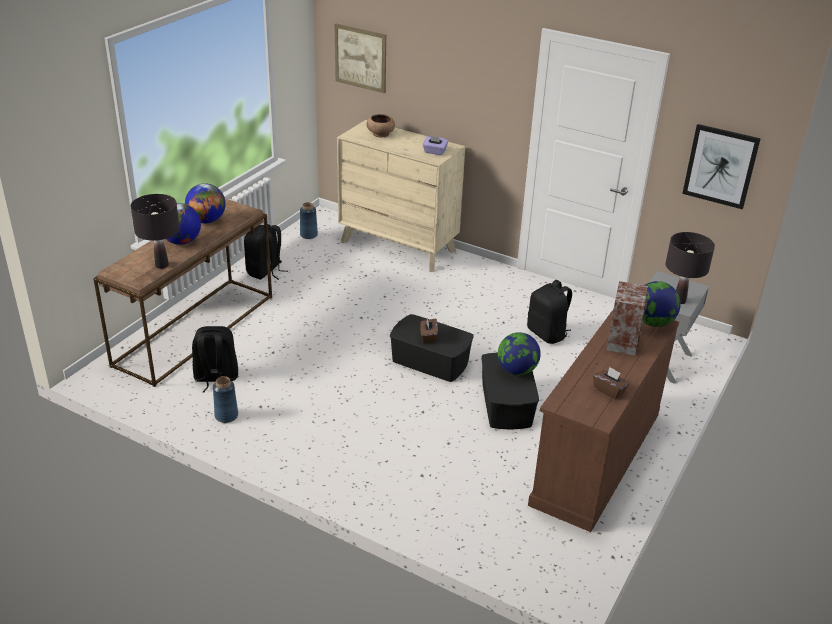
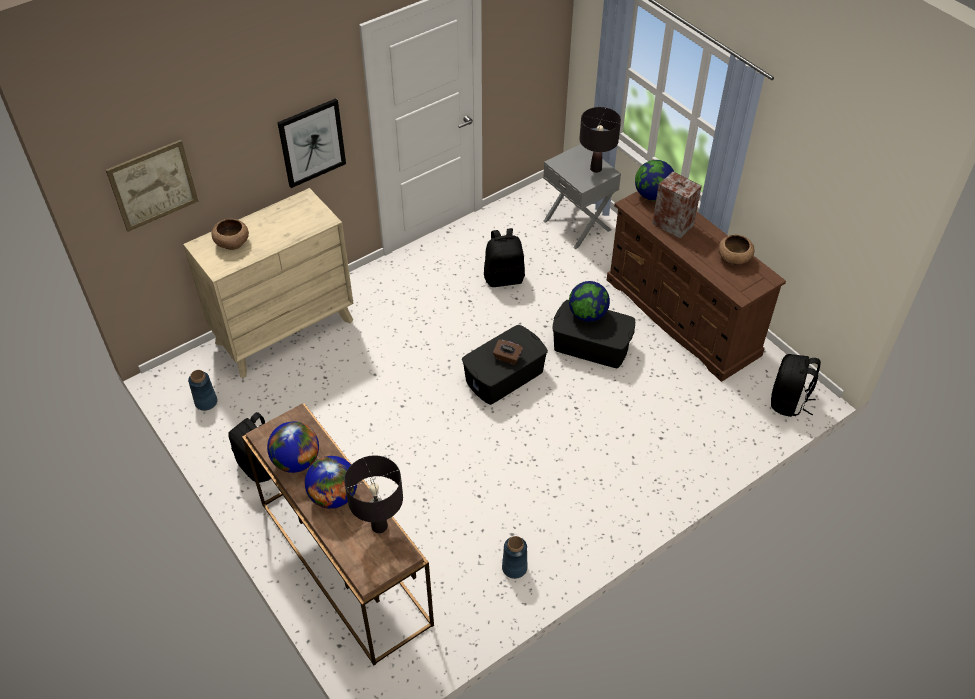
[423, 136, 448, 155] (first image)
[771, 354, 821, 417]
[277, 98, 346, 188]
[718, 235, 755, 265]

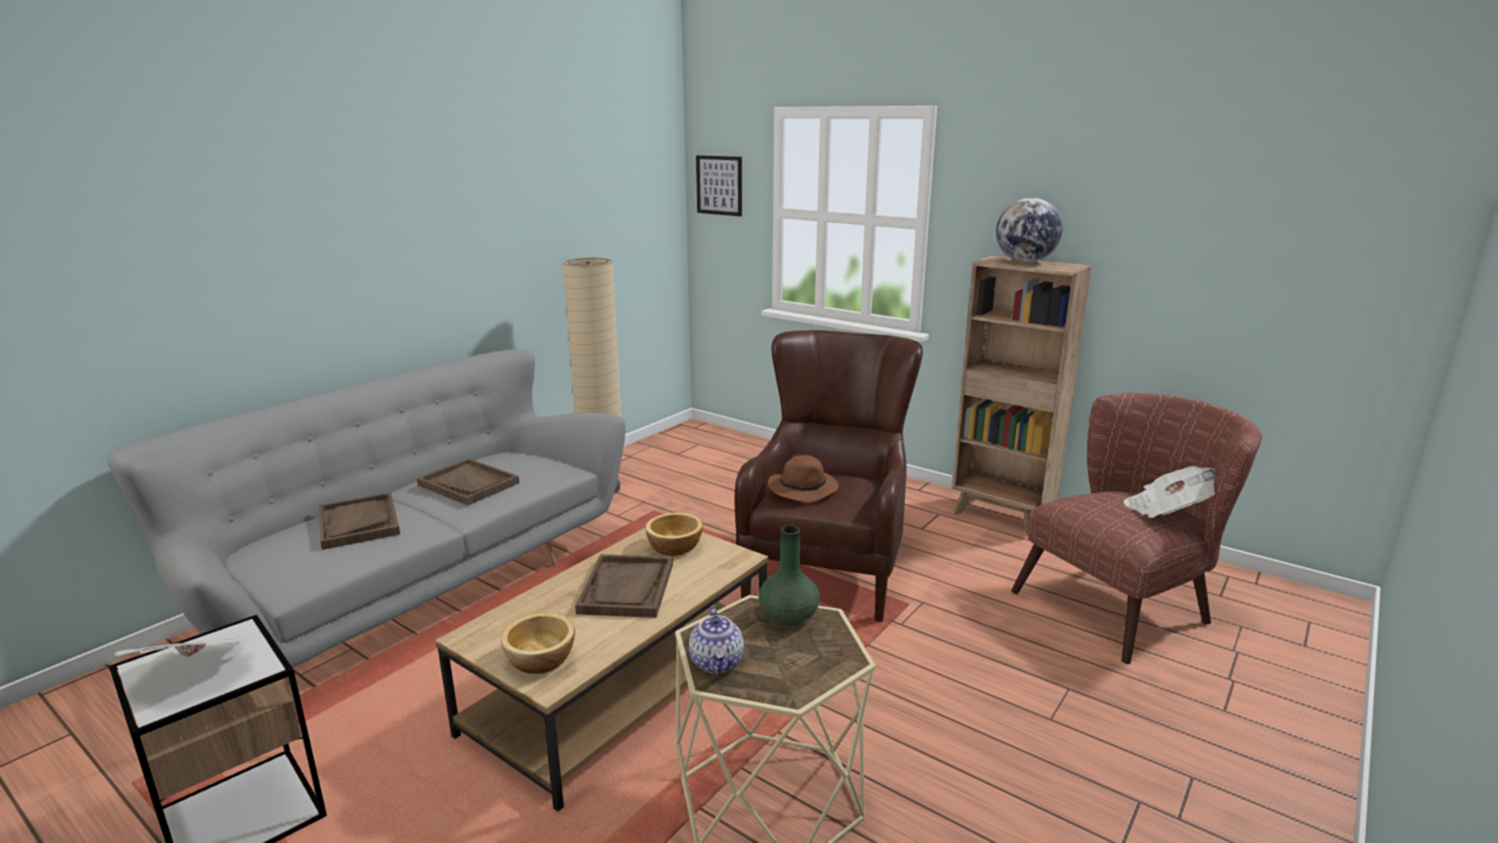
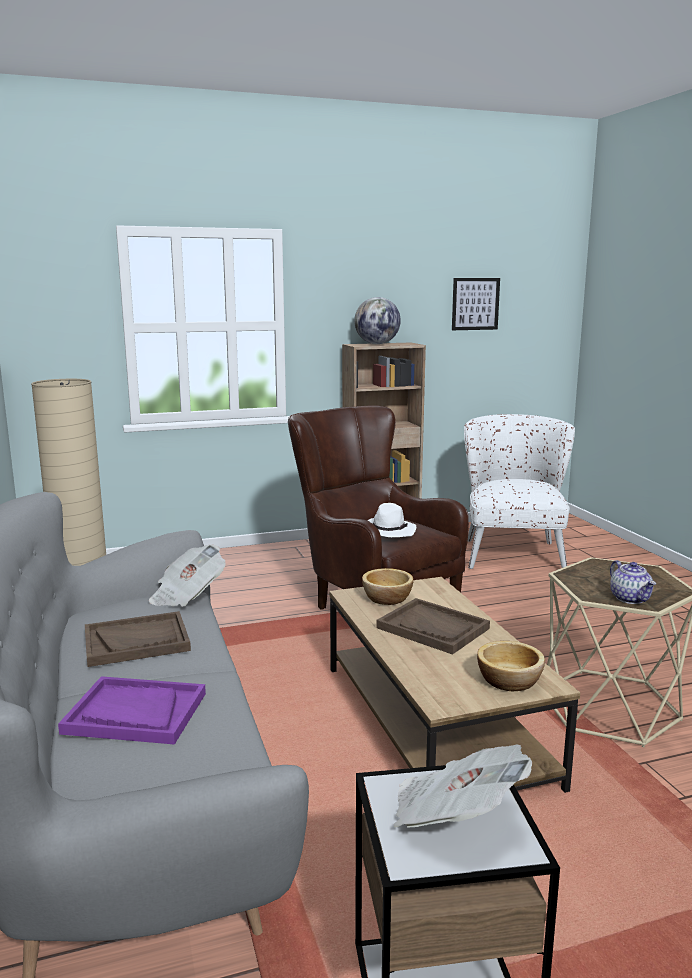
[759, 525, 820, 626] (first image)
[452, 278, 500, 330]
[149, 545, 226, 607]
[58, 676, 206, 745]
[368, 503, 416, 537]
[464, 414, 575, 569]
[610, 560, 656, 604]

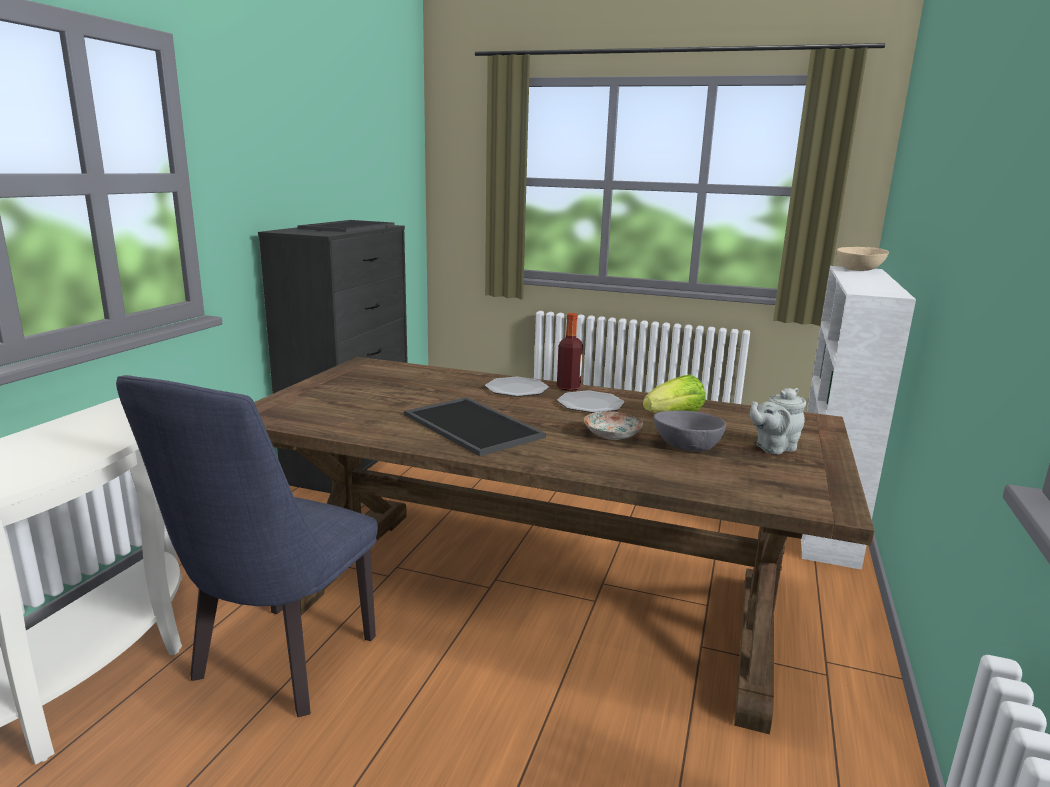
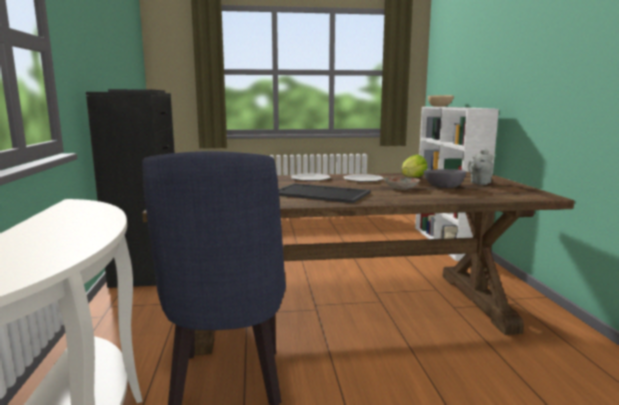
[557, 313, 583, 391] (first image)

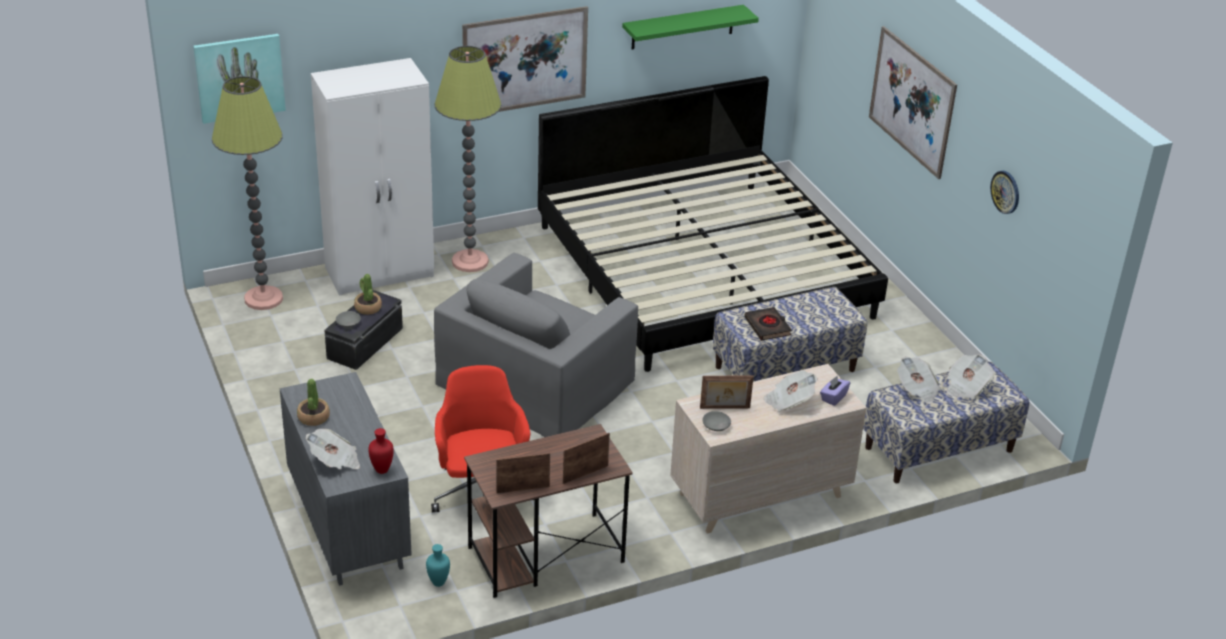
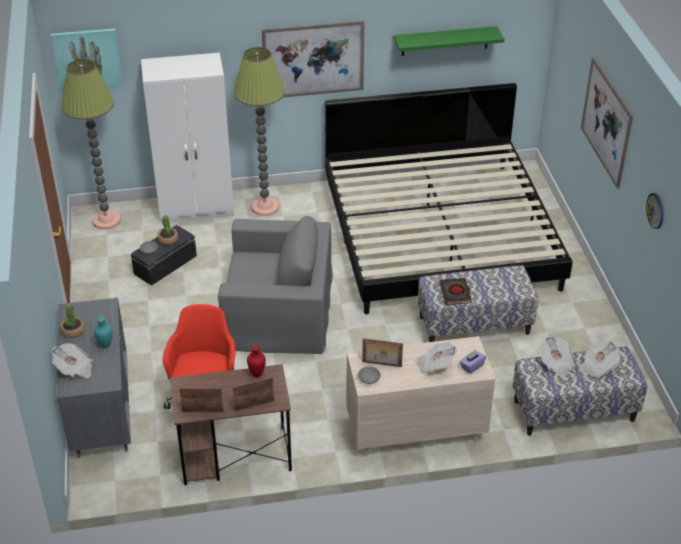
[247, 345, 266, 377]
[94, 316, 113, 349]
[218, 216, 333, 354]

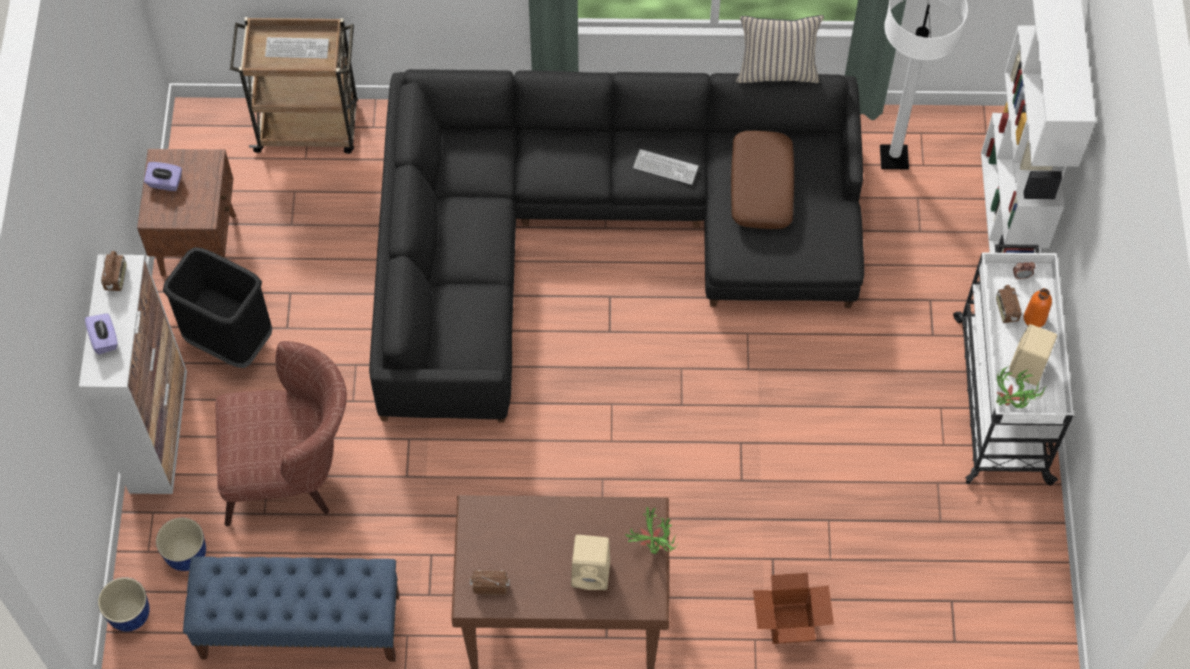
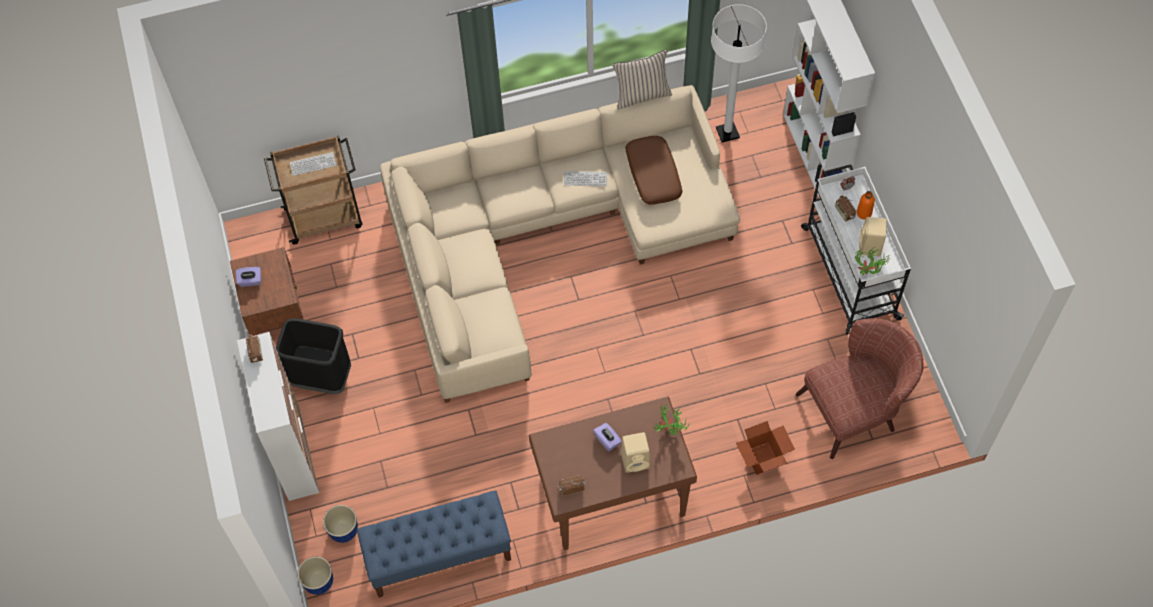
[593, 423, 622, 452]
[796, 318, 924, 459]
[380, 85, 740, 403]

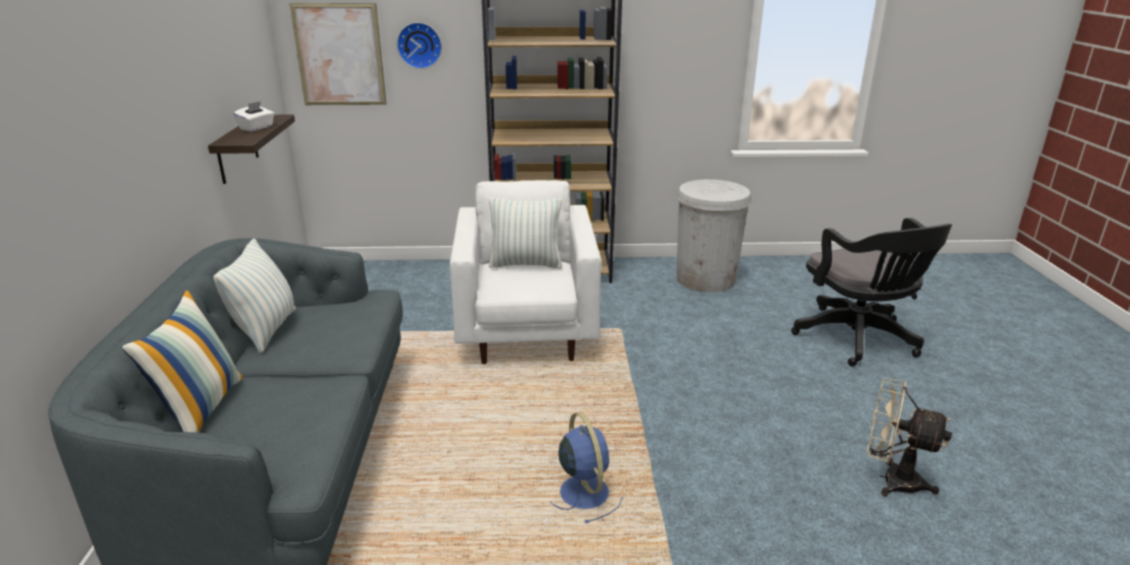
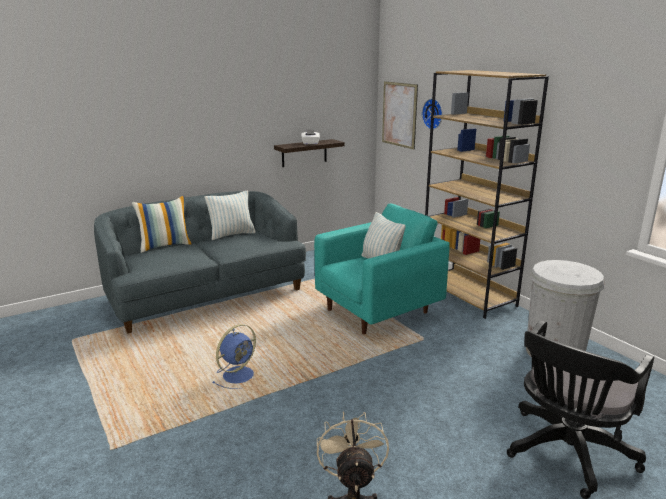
[314, 204, 450, 334]

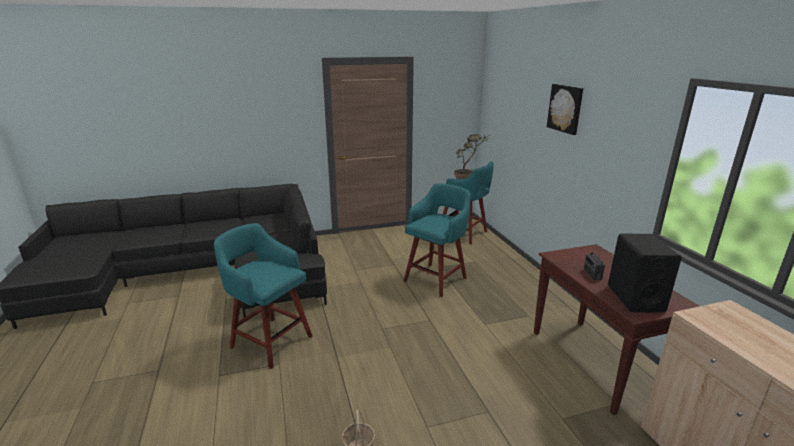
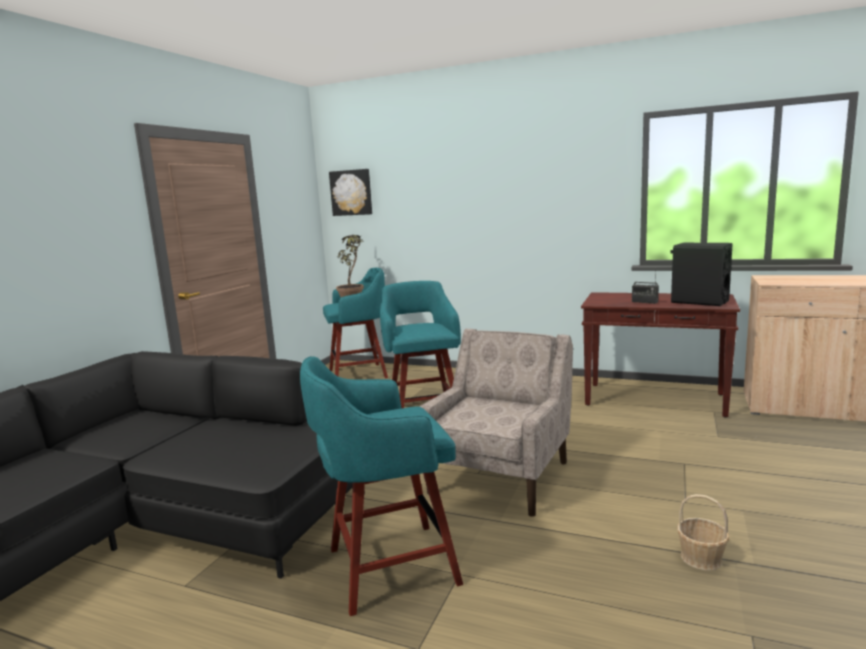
[420, 329, 573, 517]
[329, 169, 372, 216]

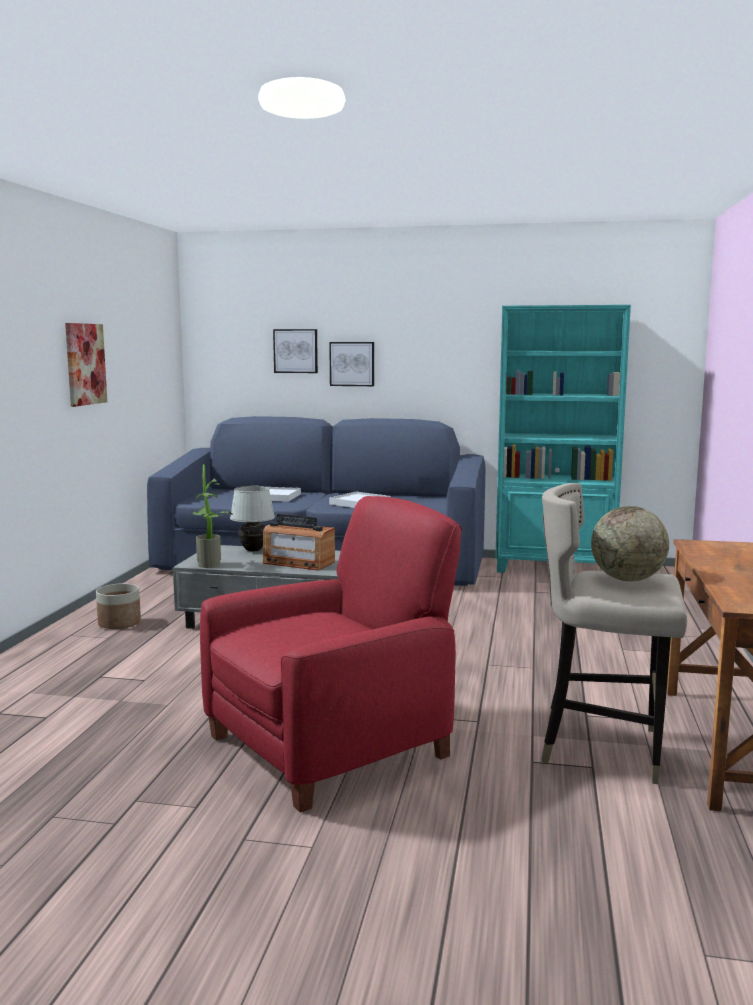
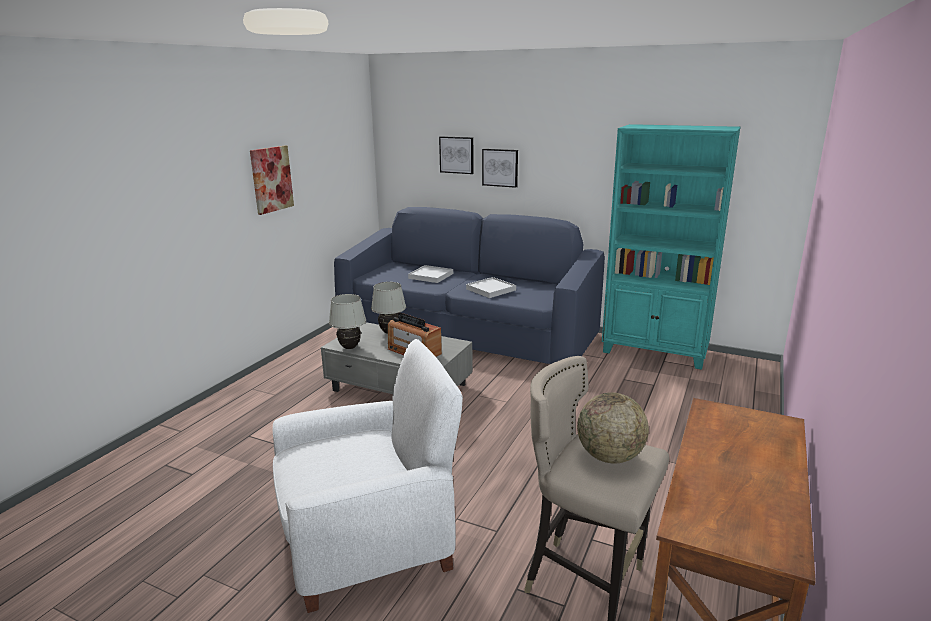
[96, 583, 141, 629] (first image)
[329, 294, 366, 349]
[273, 339, 463, 613]

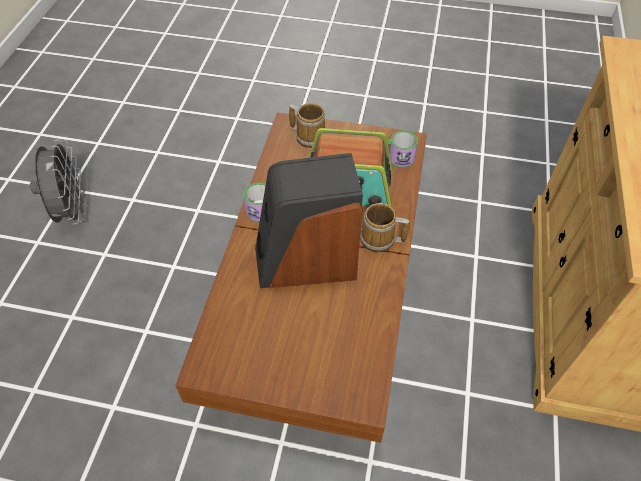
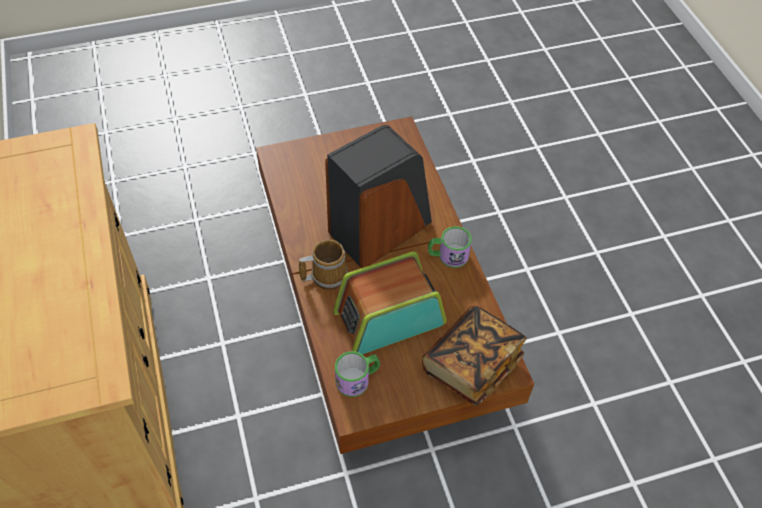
[30, 140, 86, 225] (first image)
[422, 306, 526, 406]

